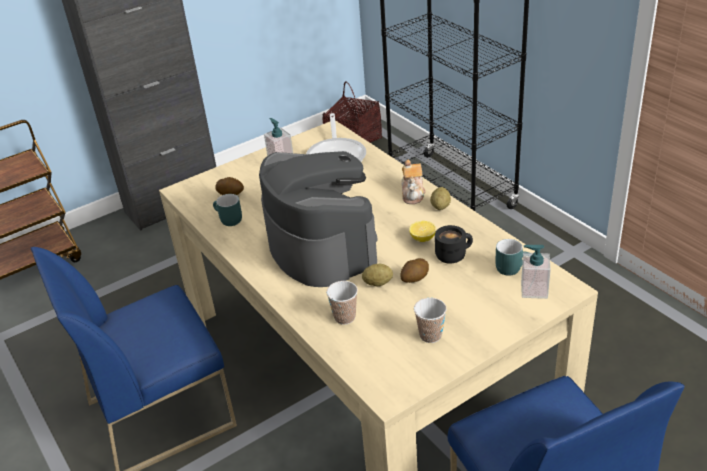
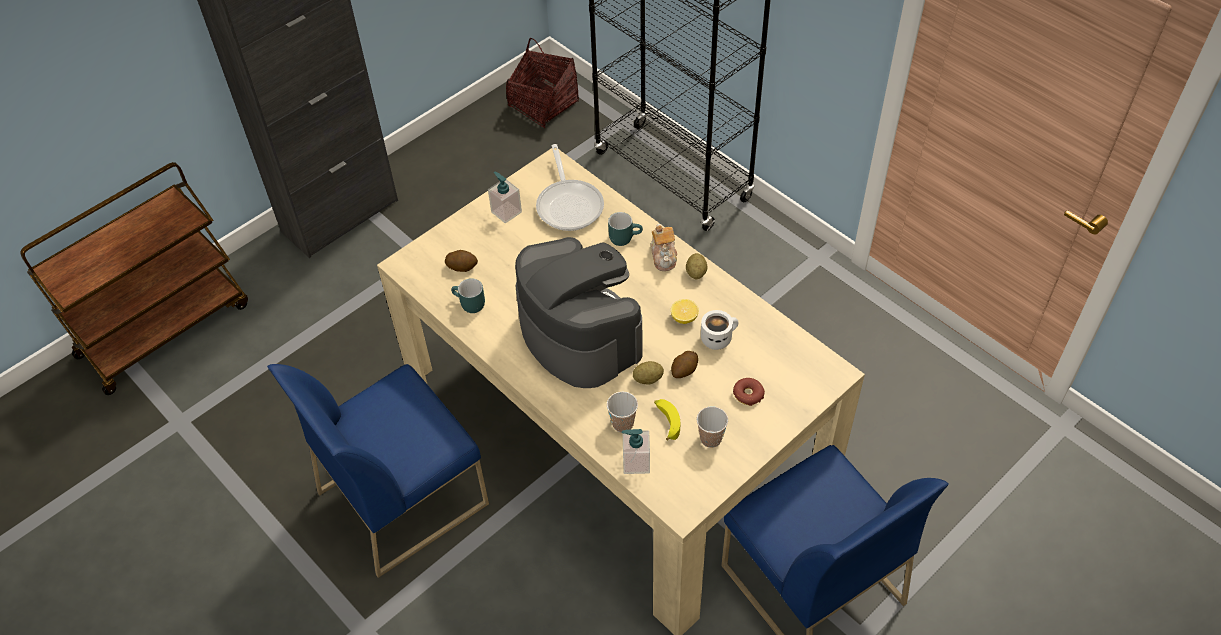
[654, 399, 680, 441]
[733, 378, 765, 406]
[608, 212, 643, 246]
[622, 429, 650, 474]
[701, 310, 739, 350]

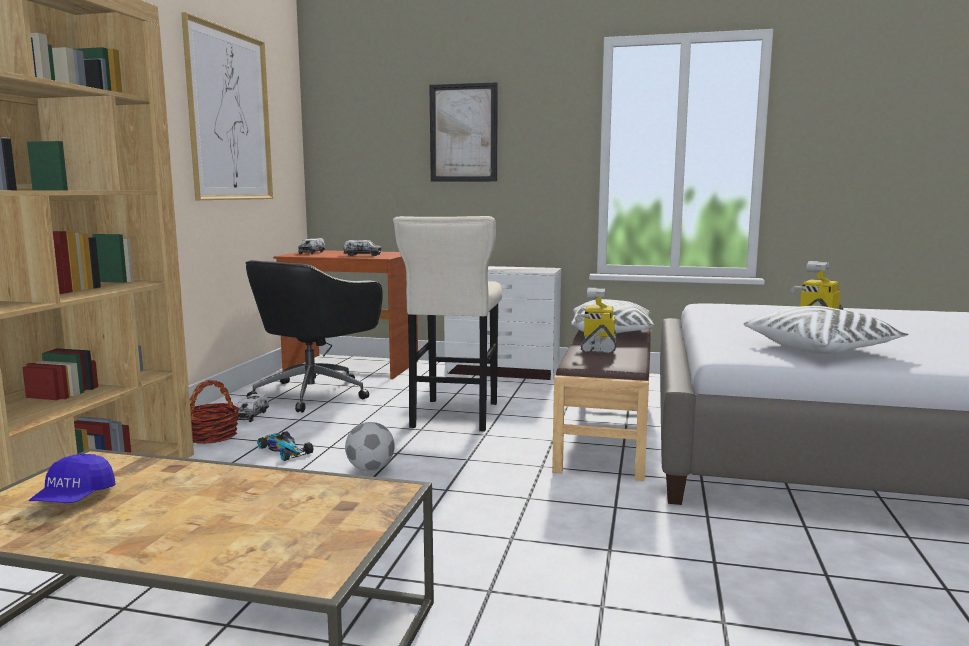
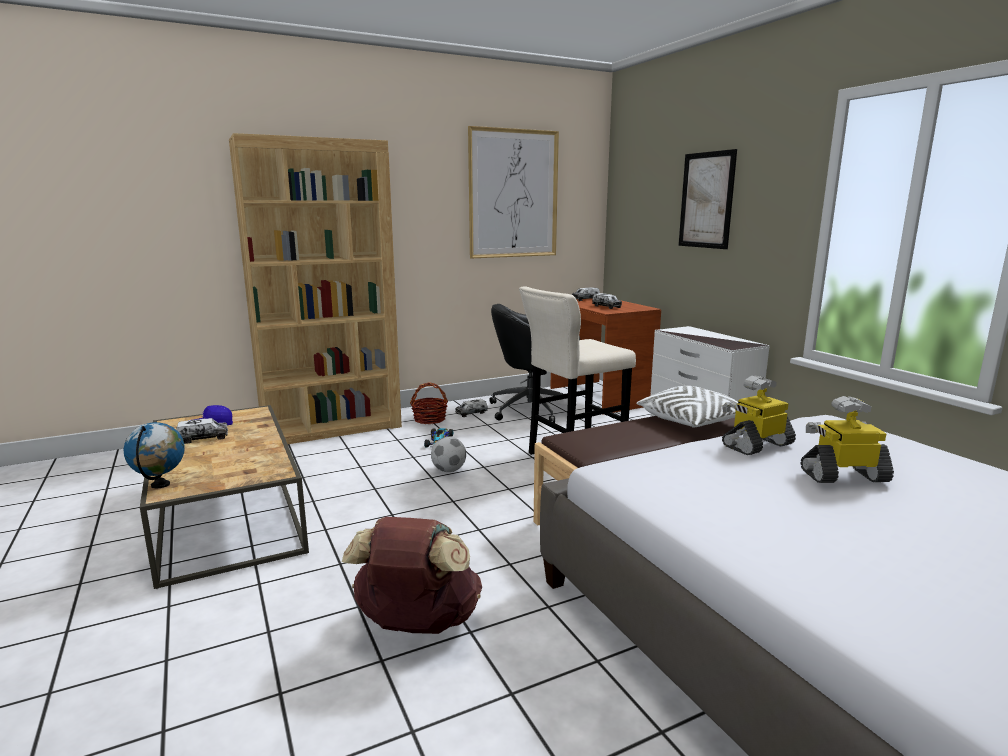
[744, 306, 908, 354] (first image)
[123, 422, 185, 488]
[176, 418, 228, 444]
[342, 517, 482, 634]
[722, 375, 796, 455]

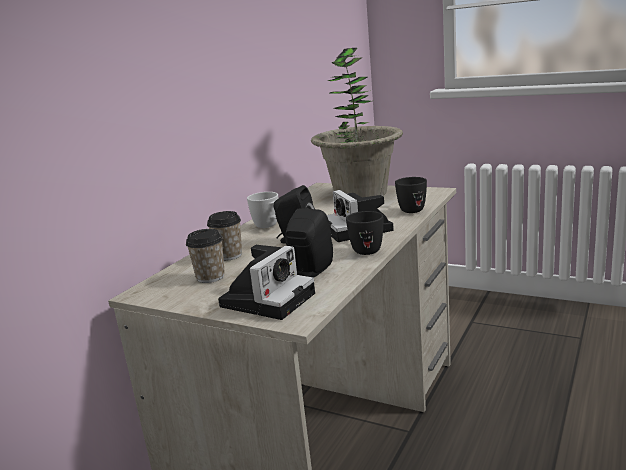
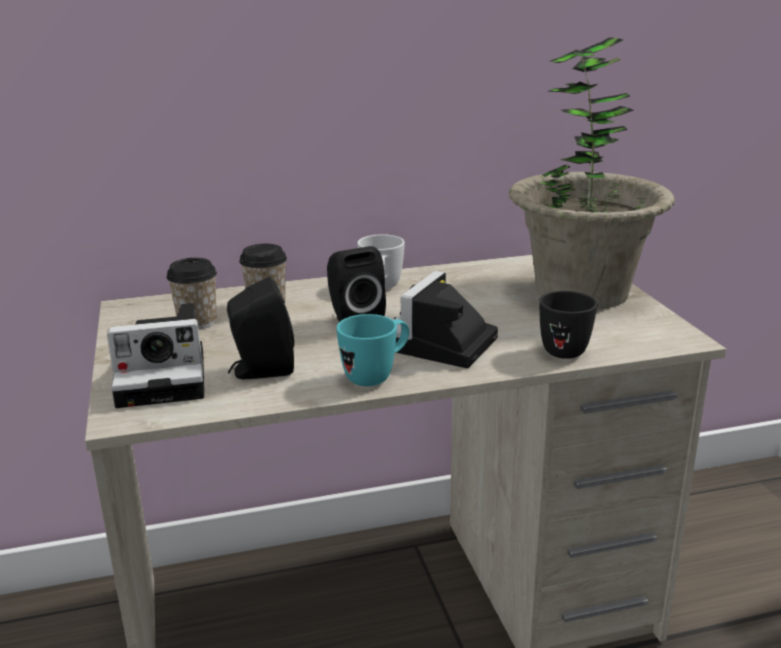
[336, 314, 409, 386]

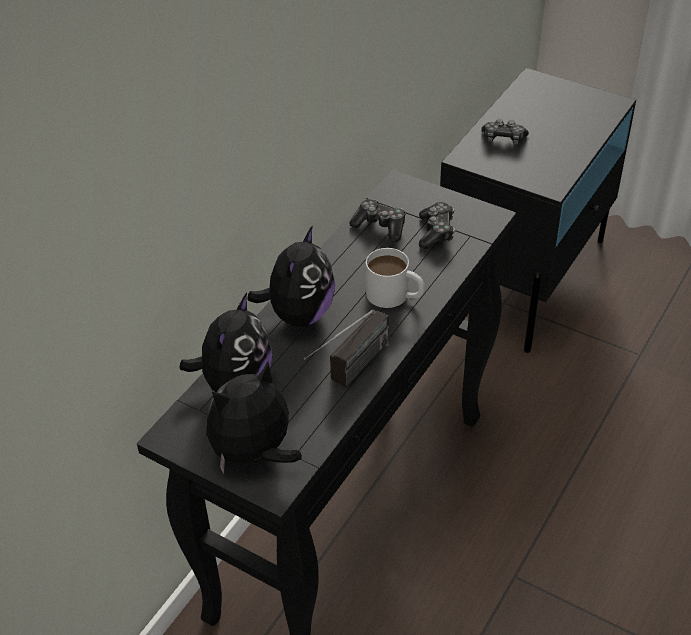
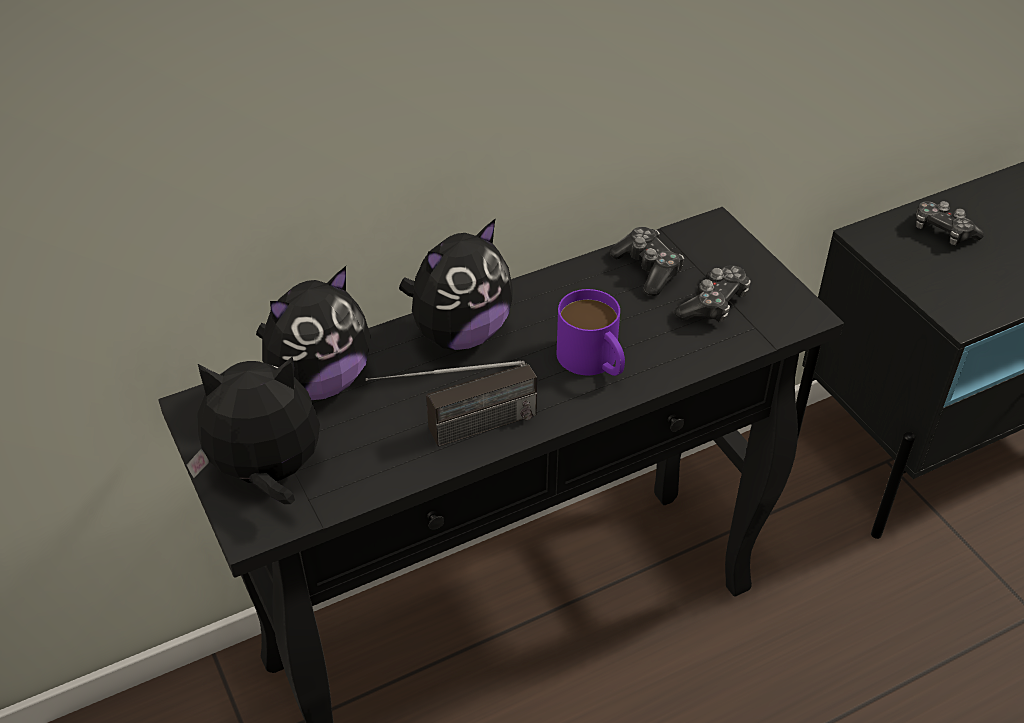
[557, 289, 625, 376]

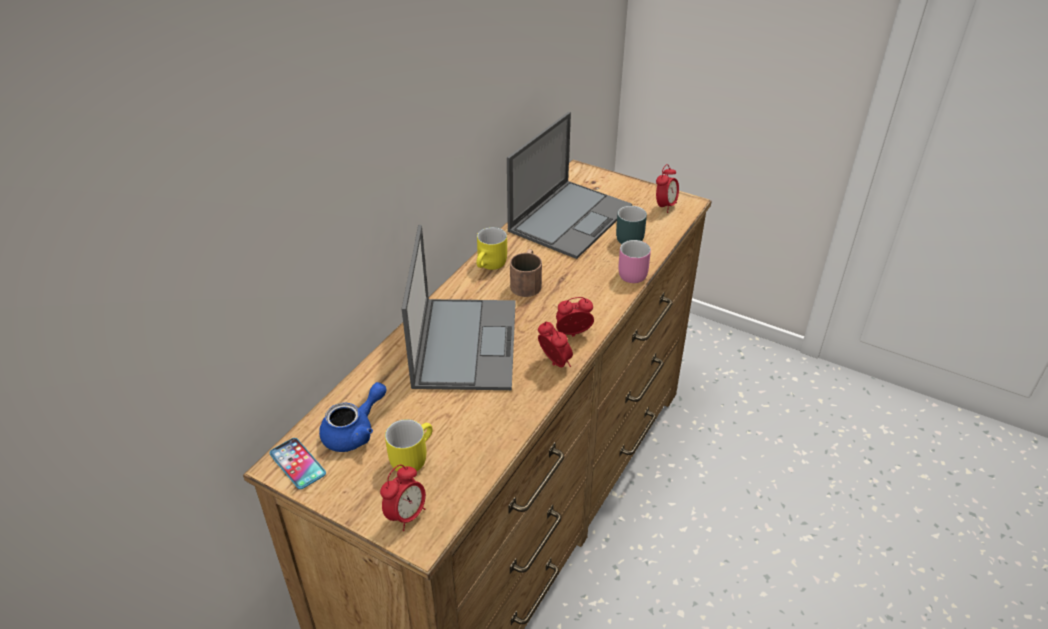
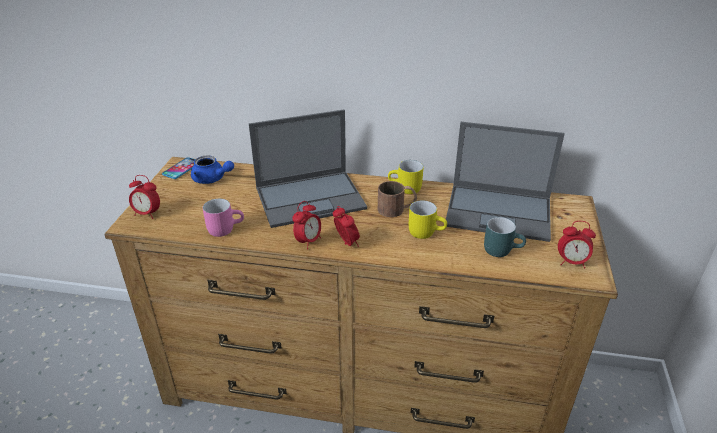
[409, 200, 447, 239]
[203, 199, 244, 237]

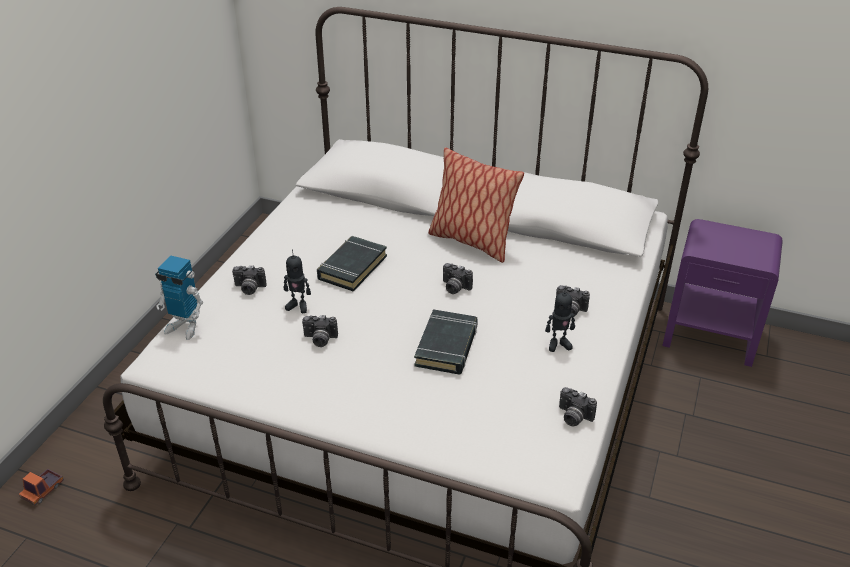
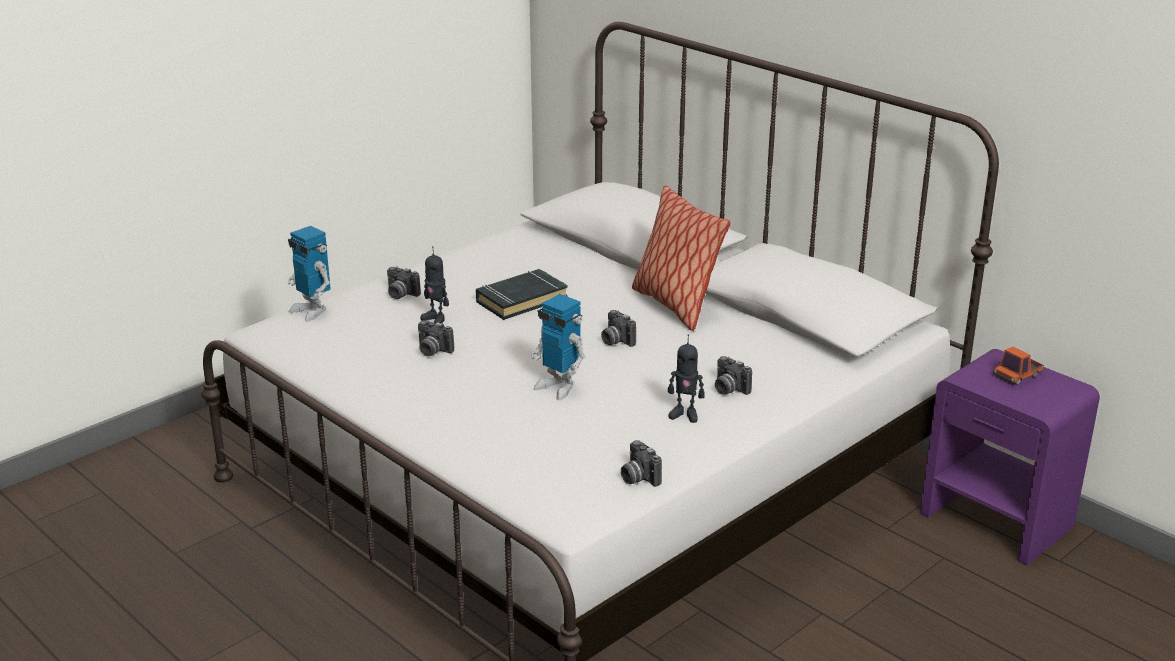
[993, 347, 1044, 385]
[531, 294, 585, 400]

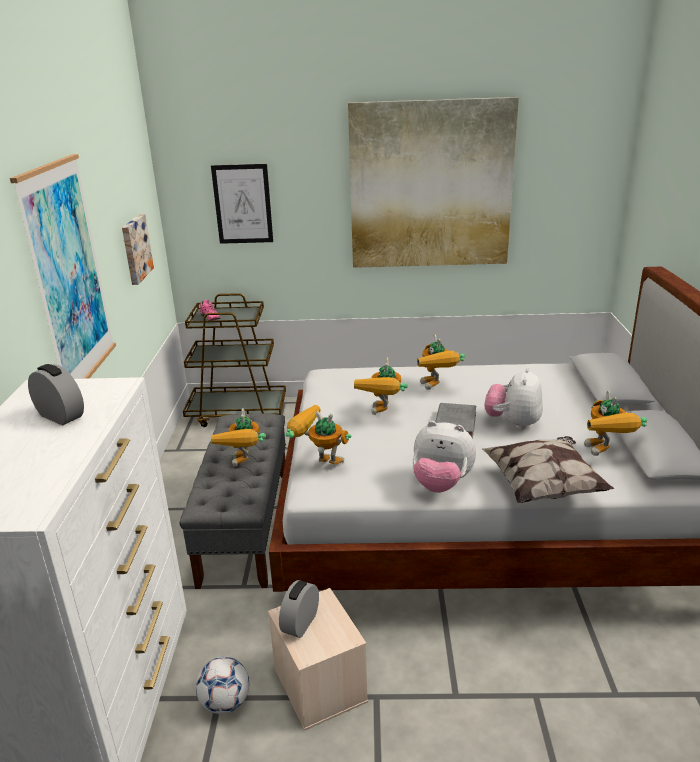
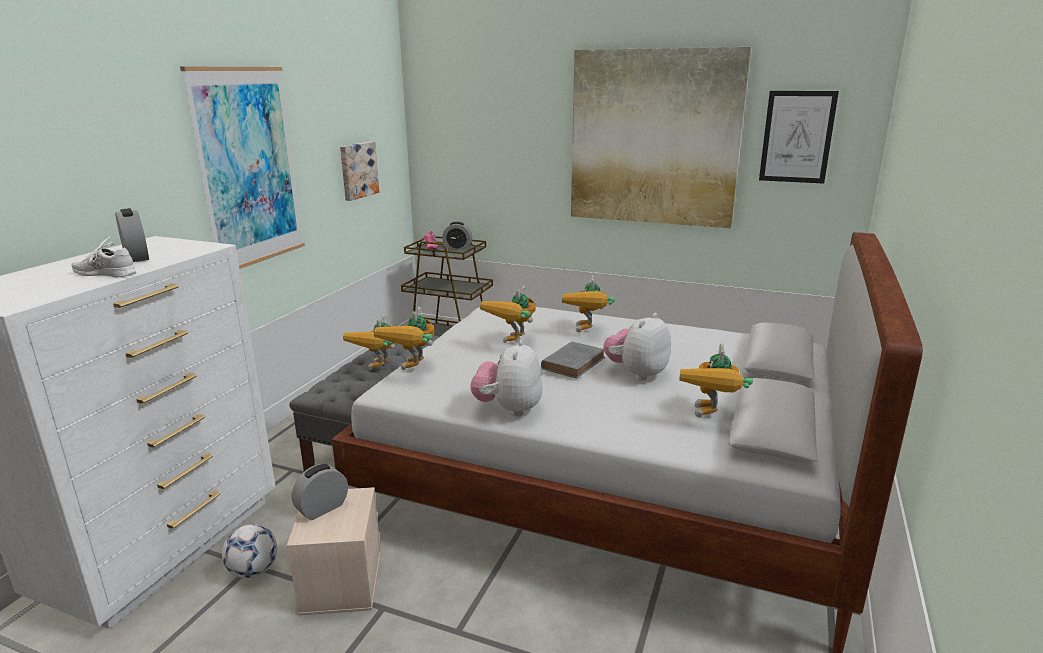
[482, 436, 614, 503] (first image)
[71, 236, 136, 278]
[442, 222, 472, 250]
[759, 91, 839, 184]
[374, 306, 435, 370]
[470, 340, 543, 417]

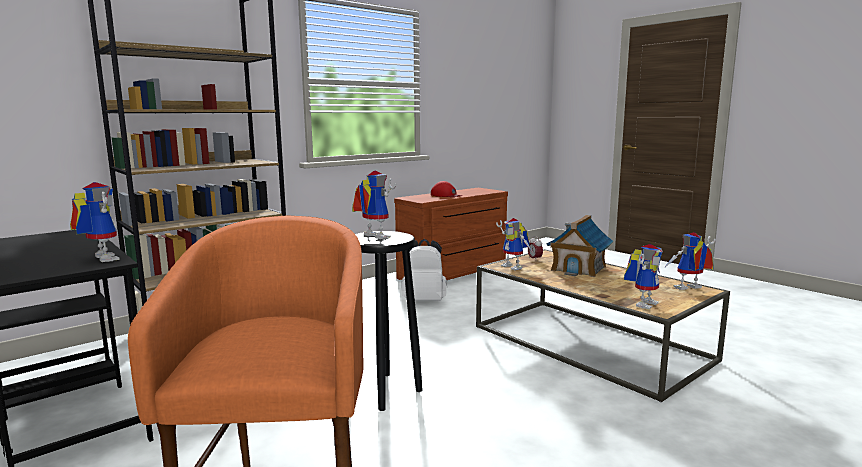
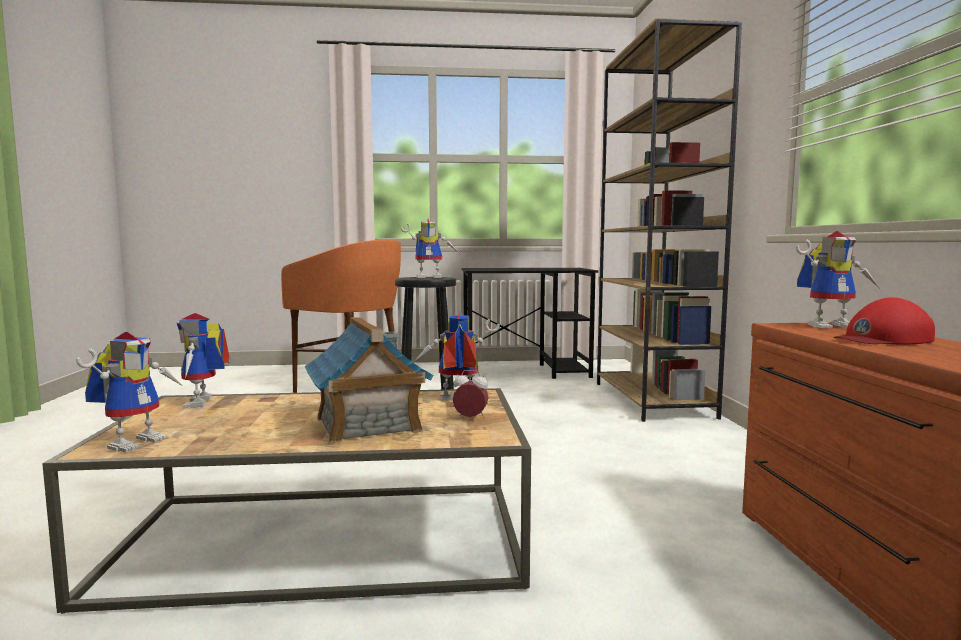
[401, 239, 447, 301] (first image)
[795, 231, 879, 328]

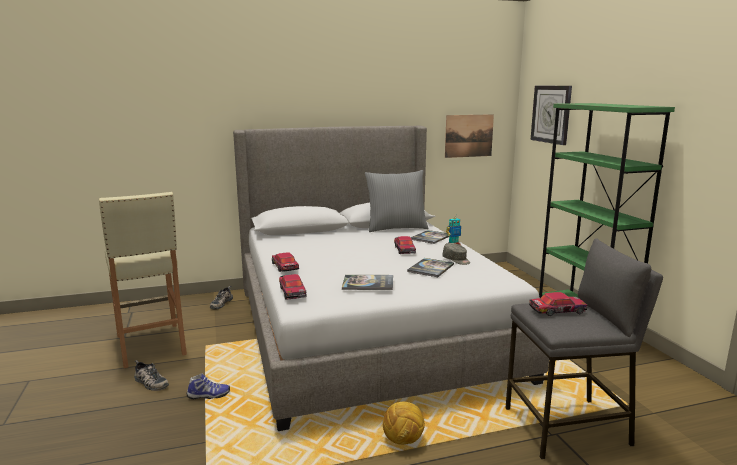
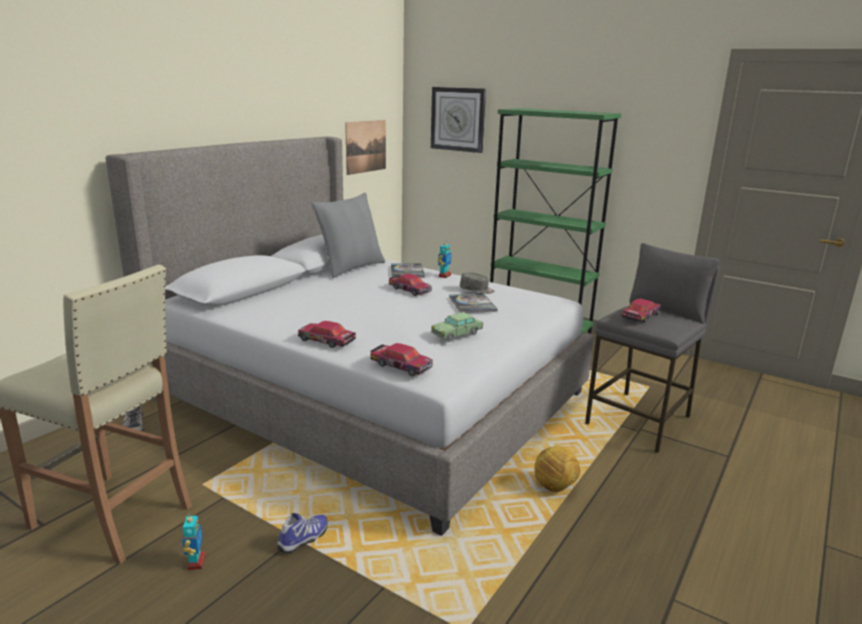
[182, 515, 206, 570]
[431, 312, 483, 342]

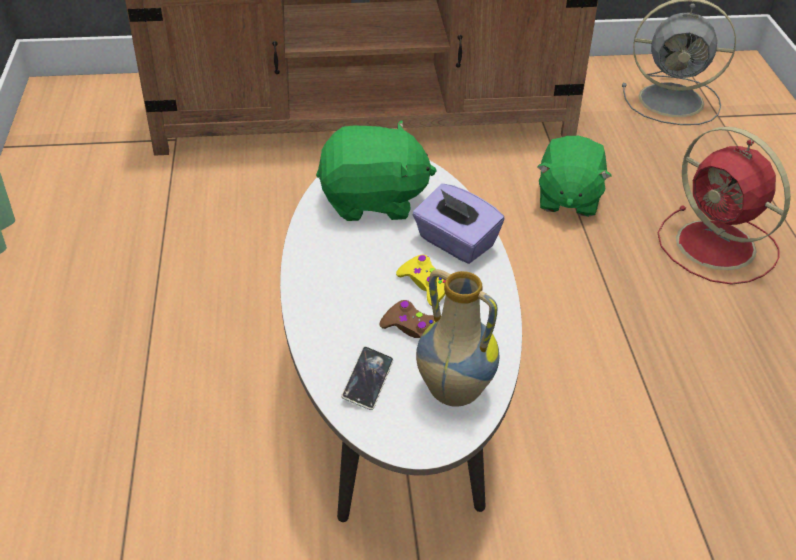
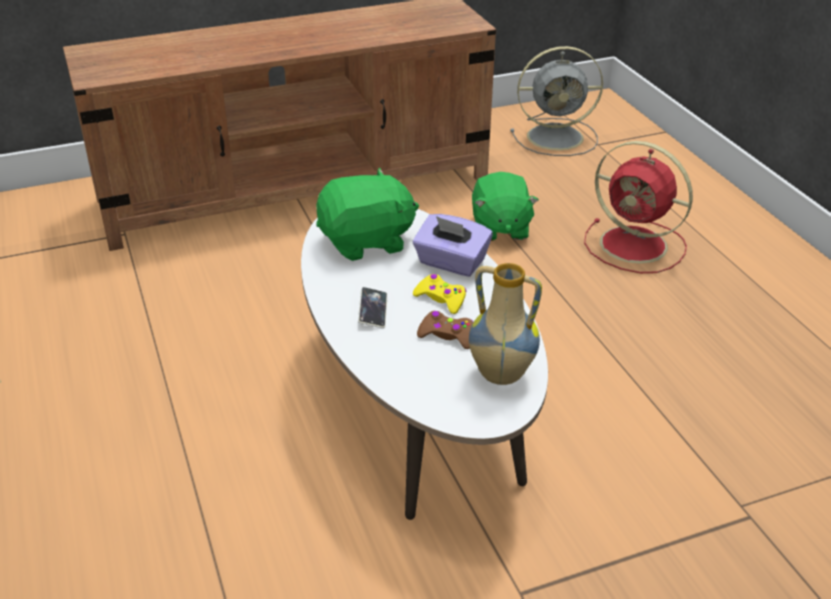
[358, 287, 387, 328]

